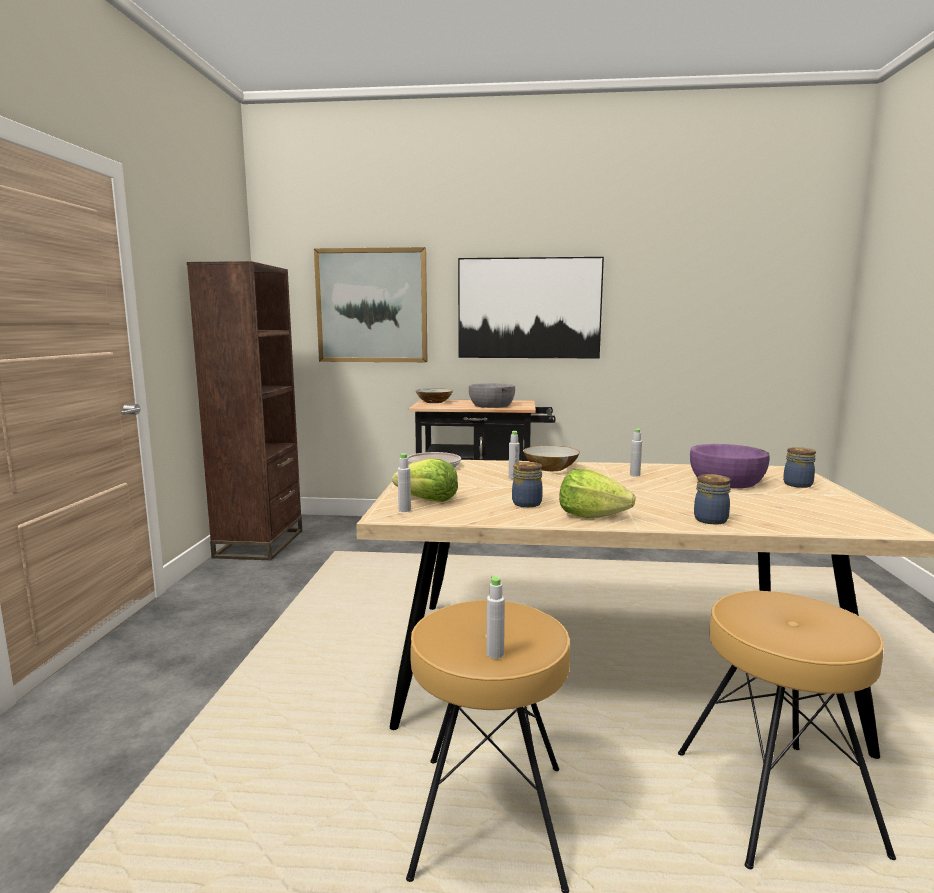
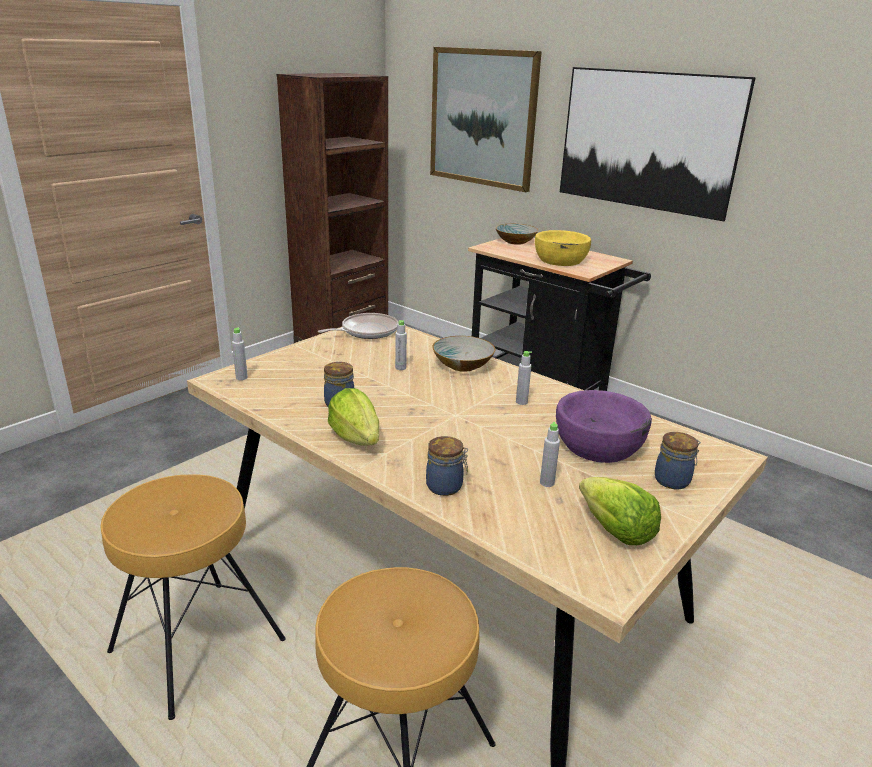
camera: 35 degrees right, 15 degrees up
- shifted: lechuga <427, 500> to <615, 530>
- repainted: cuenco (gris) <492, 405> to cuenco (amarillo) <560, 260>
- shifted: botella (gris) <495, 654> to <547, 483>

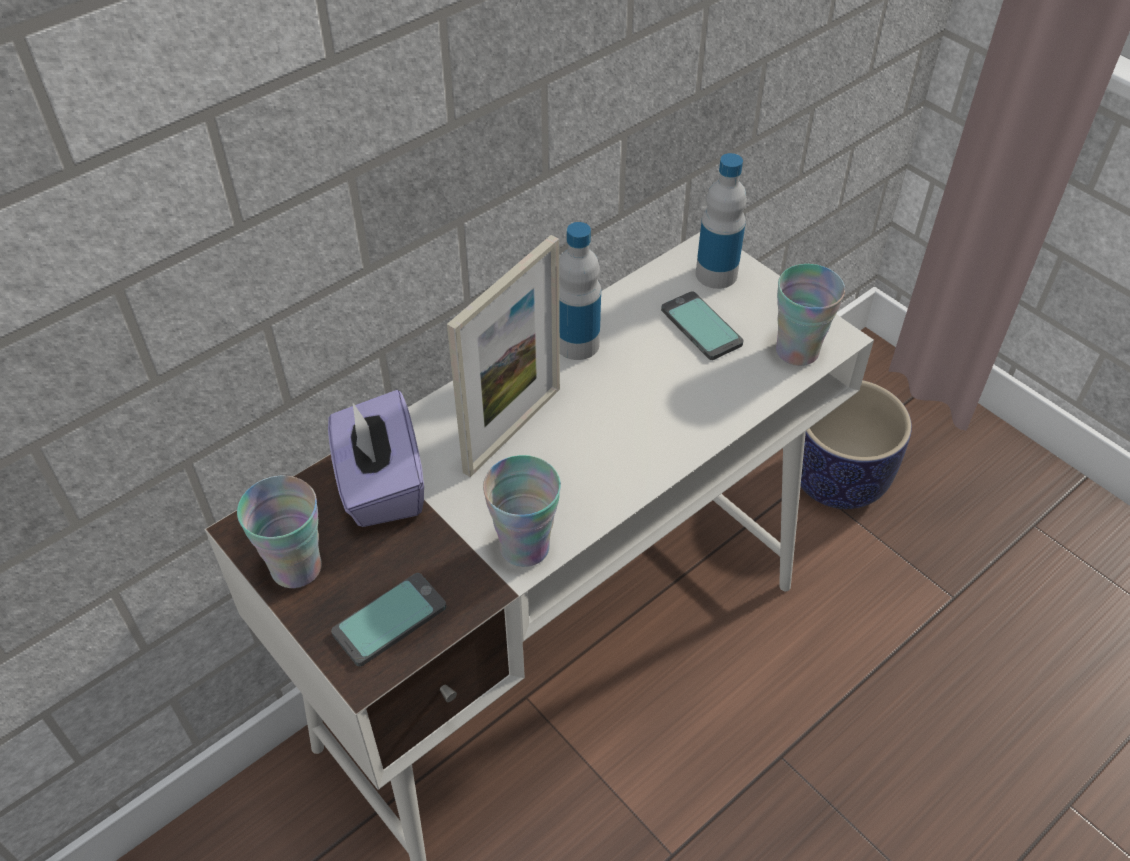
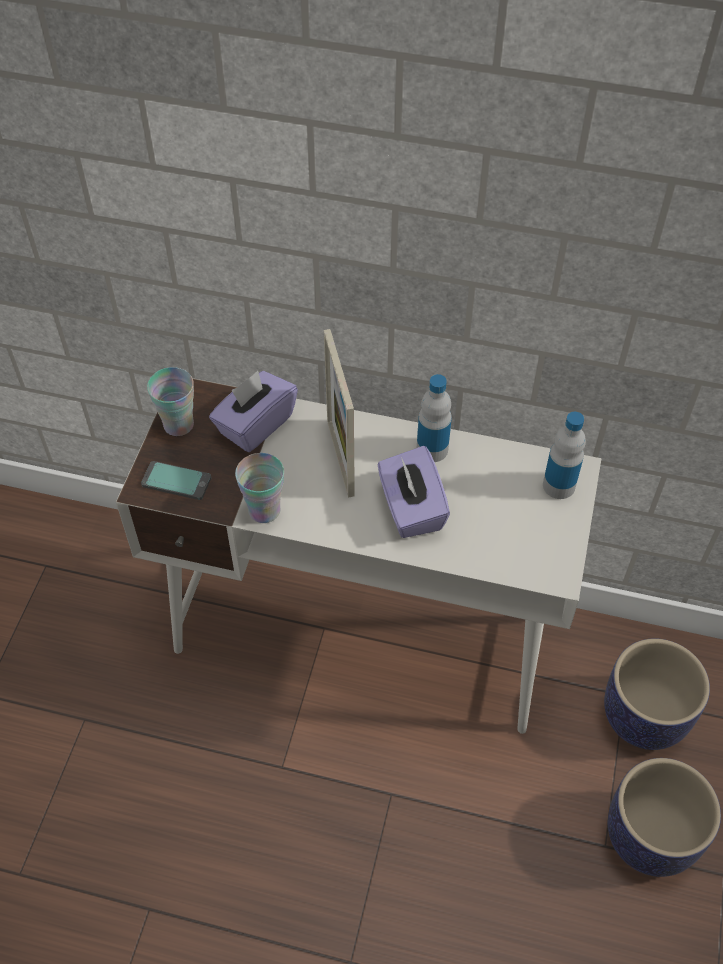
camera: 55 degrees right, 5 degrees up
- rotated: portarretratos <512, 429> = <340, 457> 75 degrees clockwise
- gone: móvil <701, 327>
- gone: taza <797, 351>
- new: caja de pañuelos (morado) <411, 509>
- new: maceta <651, 837>

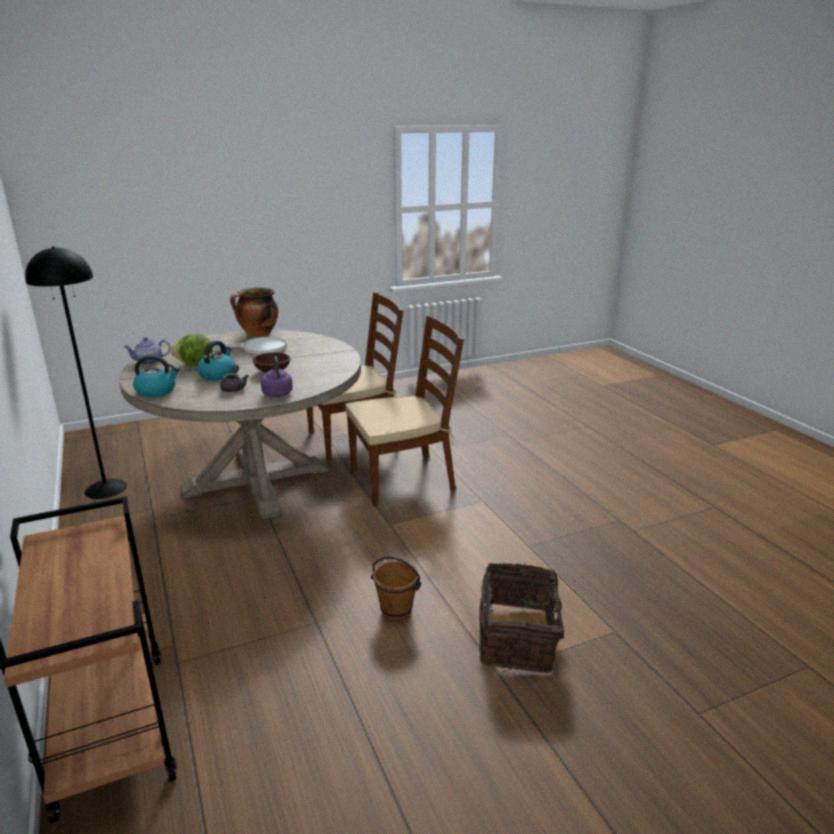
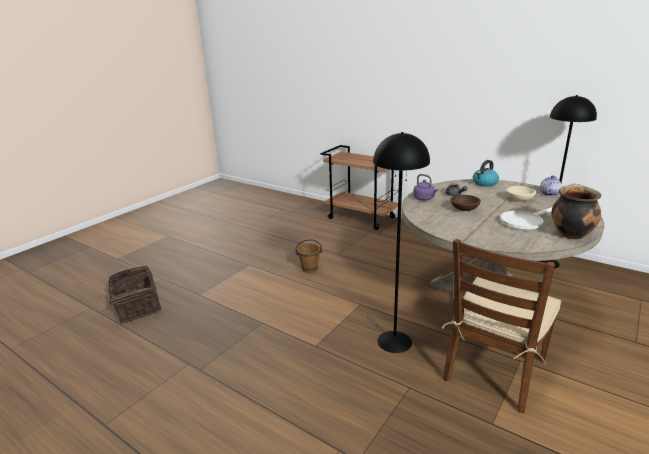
camera: 150 degrees right, 0 degrees up
- swapped: lechuga <195, 365> to cuenco (beis) <519, 199>
- gone: hervidor <218, 375>
- swapped: silla (marrón) <403, 479> to lámpara de pie (negro) <394, 341>
- shifted: cesta <518, 638> to <136, 307>

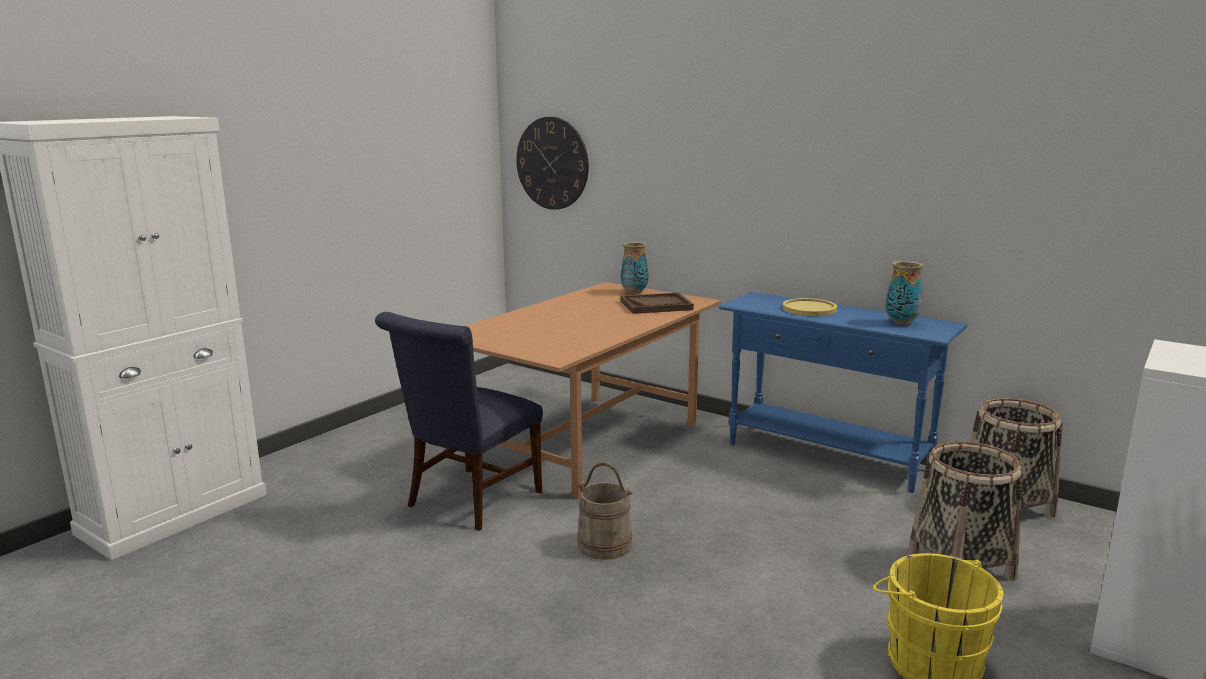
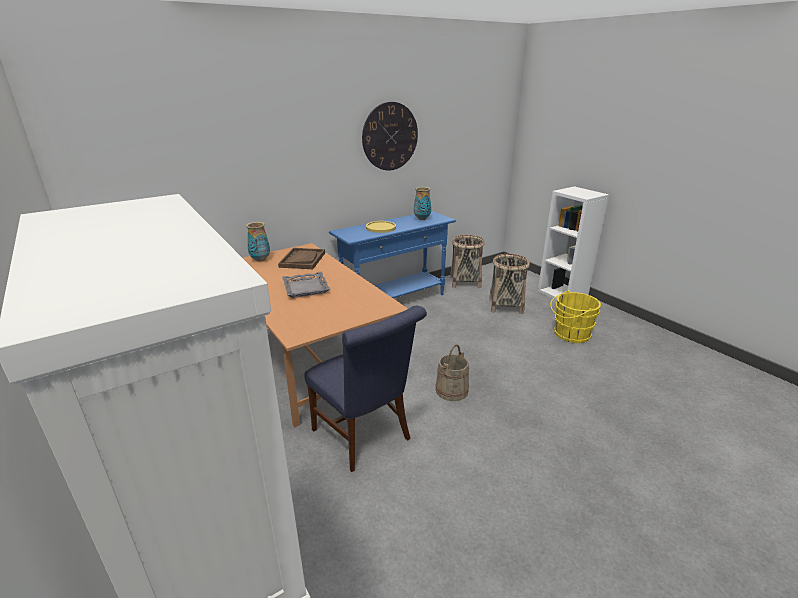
camera: 70 degrees left, 10 degrees up
- shifted: reloj de pared <552, 163> to <390, 136>
- new: bandeja (gris) <305, 288>

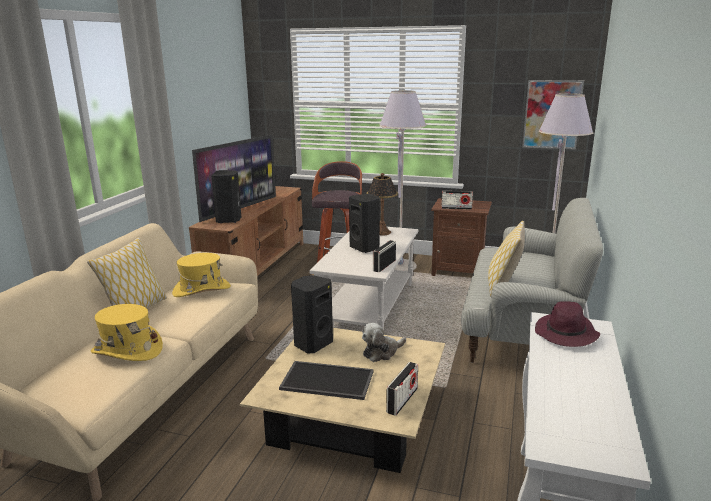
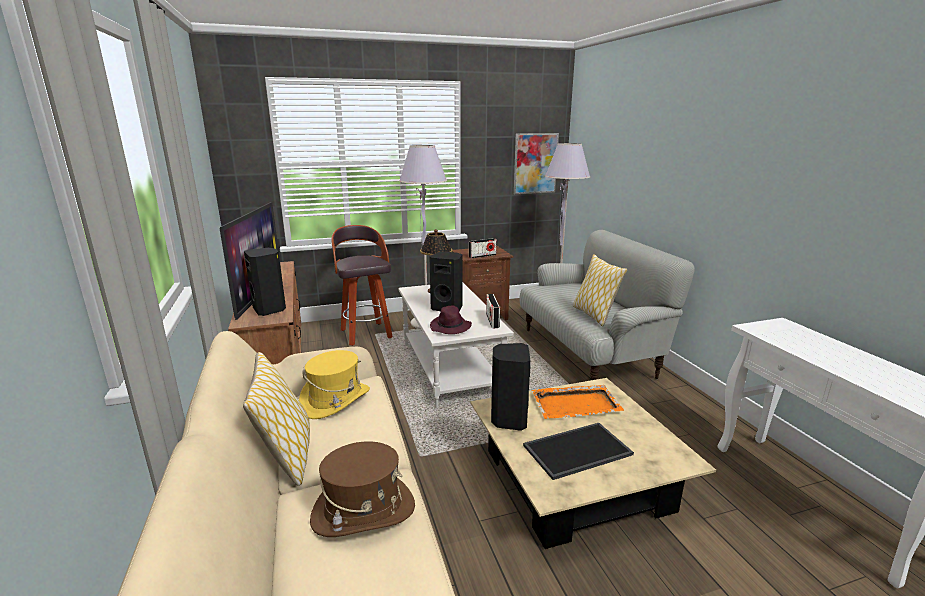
camera: 35 degrees left, 0 degrees up
- repainted: sombrero (amarillo) <127, 351> to sombrero (marrón) <363, 511>
- swapped: peluche <382, 352> to bandeja (naranja) <576, 404>
- gone: radio <402, 400>
- shifted: sombrero (morado) <566, 334> to <451, 327>

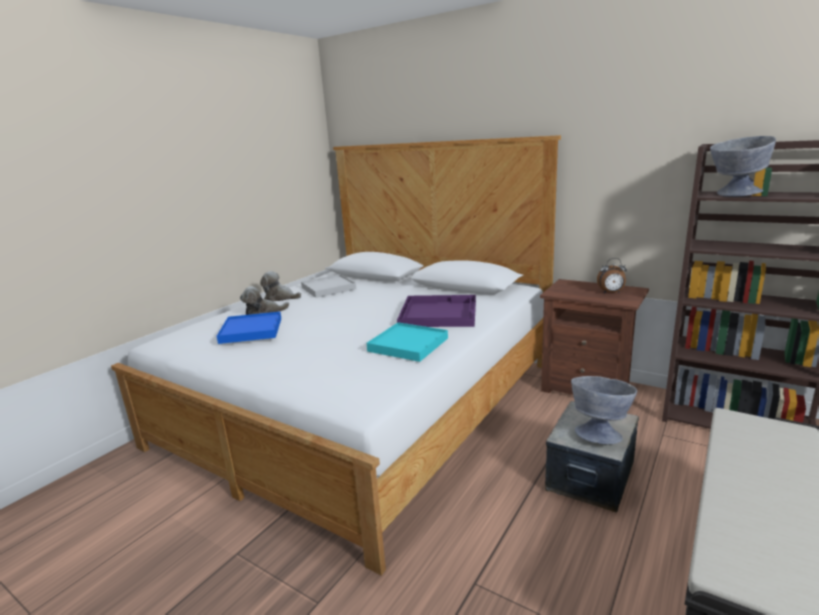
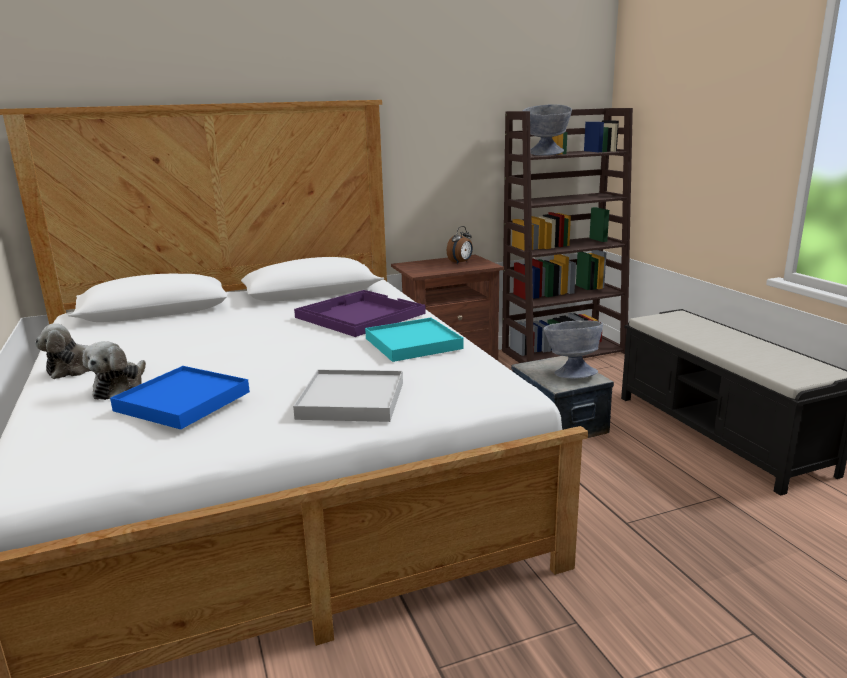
camera: 55 degrees left, 0 degrees up
- shifted: bandeja (blanco) <328, 288> to <351, 400>

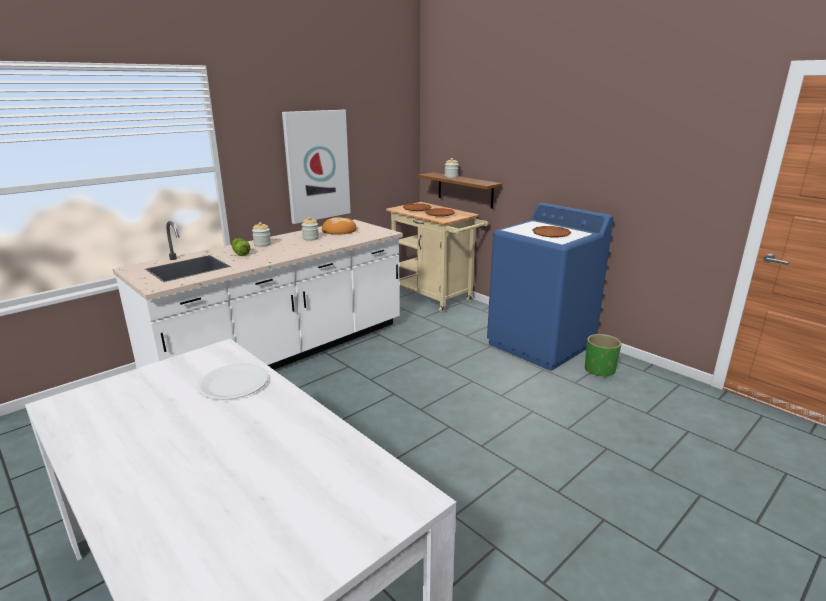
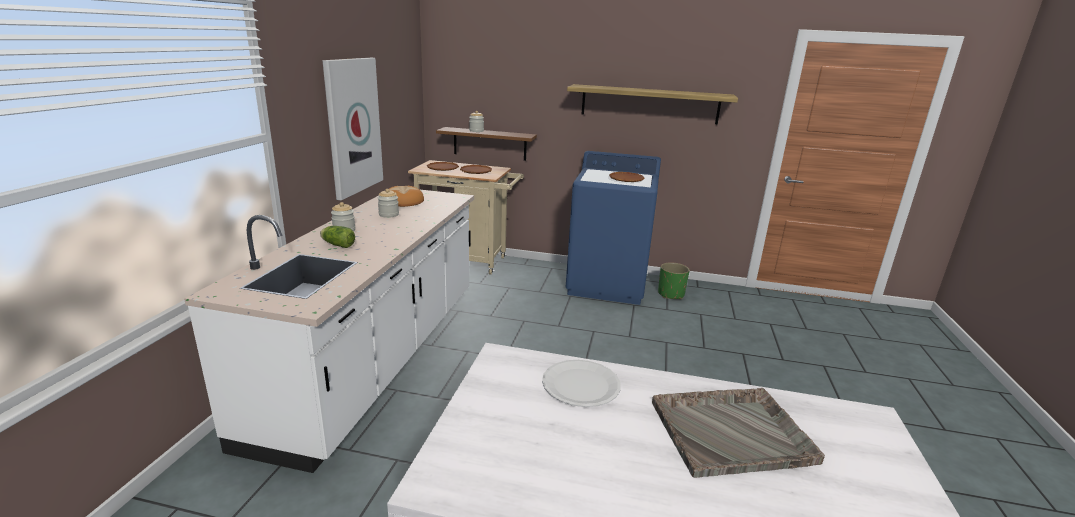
camera: 35 degrees left, 0 degrees up
- new: estante <649, 104>
- new: bandeja (gris) <732, 432>

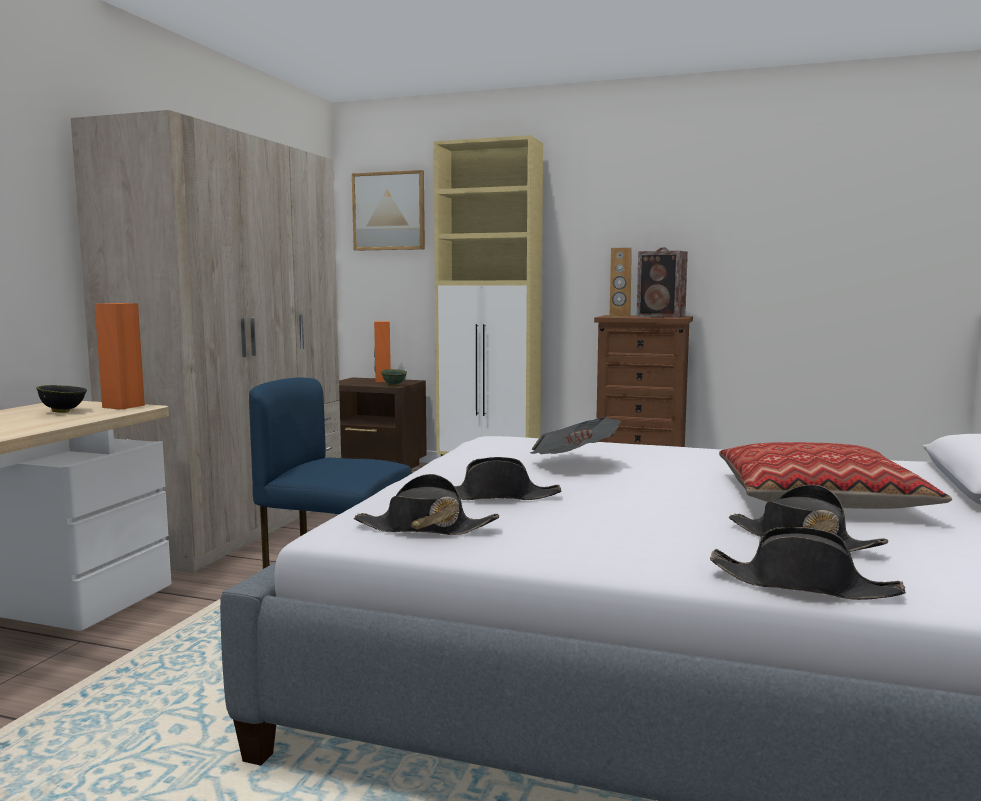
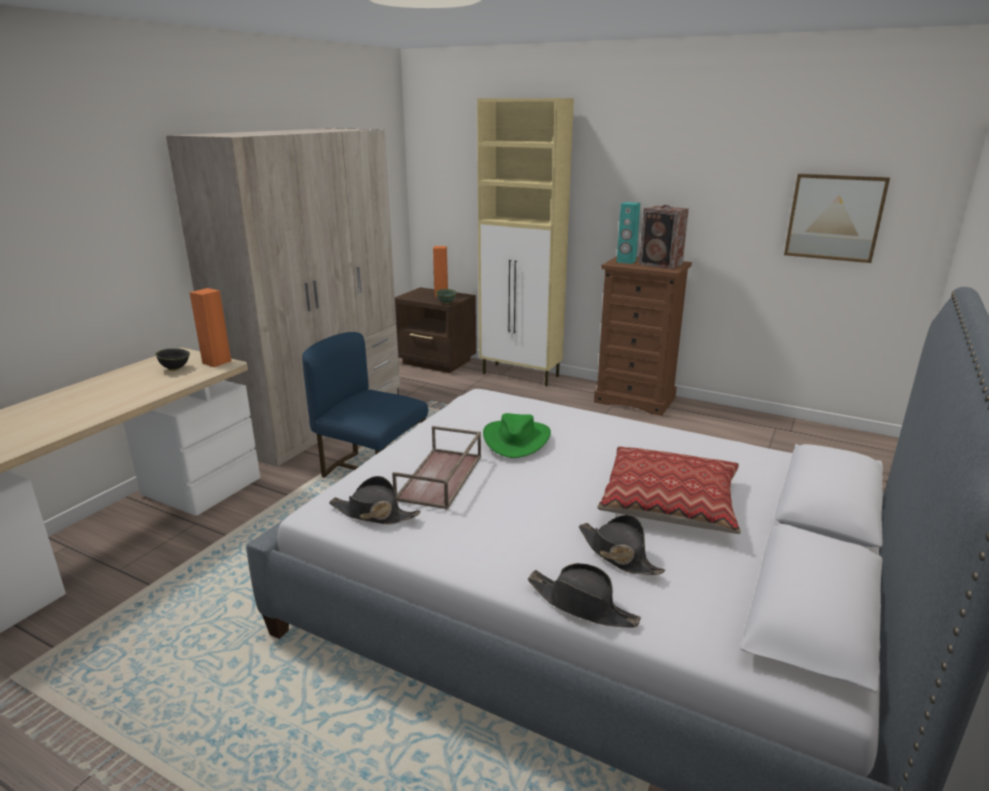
camera: 10 degrees right, 15 degrees up
- shifted: cuadro <389, 211> to <834, 217>
- swapped: sombrero (negro) <497, 496> to bandeja (marrón) <440, 478>
- swapped: periódico <574, 462> to sombrero (verde) <516, 439>
- repainted: altavoz (marrón) <620, 316> to altavoz (turquesa) <626, 261>

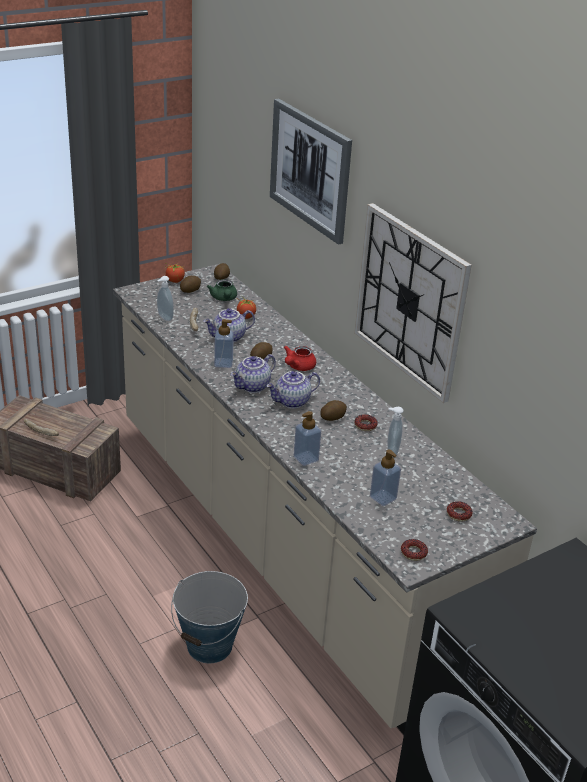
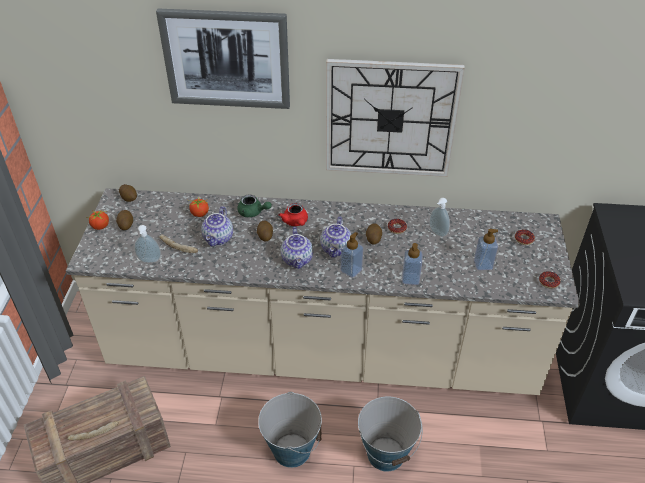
camera: 50 degrees left, 10 degrees up
- shifted: tetera (verde) <224, 299> to <253, 212>
- shifted: dispensador de jabón <223, 363> to <351, 270>
- new: cubo <292, 449>

